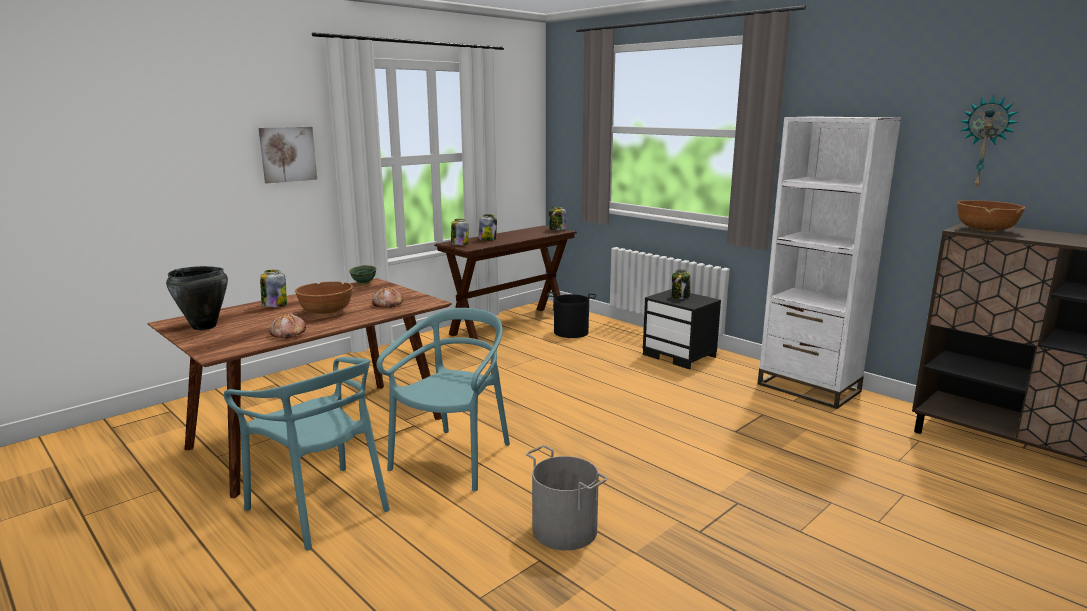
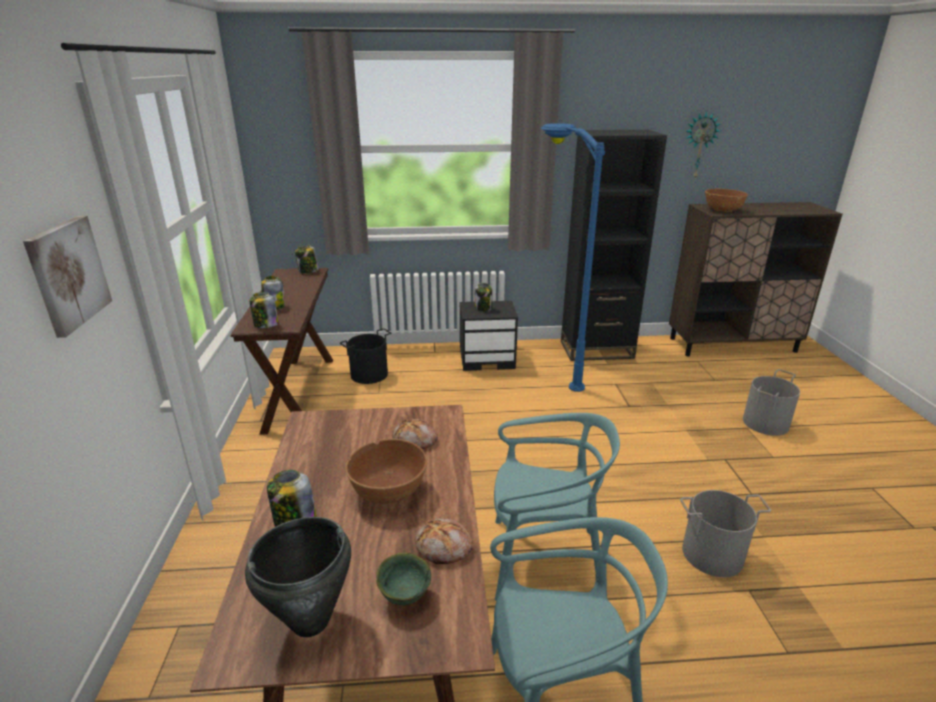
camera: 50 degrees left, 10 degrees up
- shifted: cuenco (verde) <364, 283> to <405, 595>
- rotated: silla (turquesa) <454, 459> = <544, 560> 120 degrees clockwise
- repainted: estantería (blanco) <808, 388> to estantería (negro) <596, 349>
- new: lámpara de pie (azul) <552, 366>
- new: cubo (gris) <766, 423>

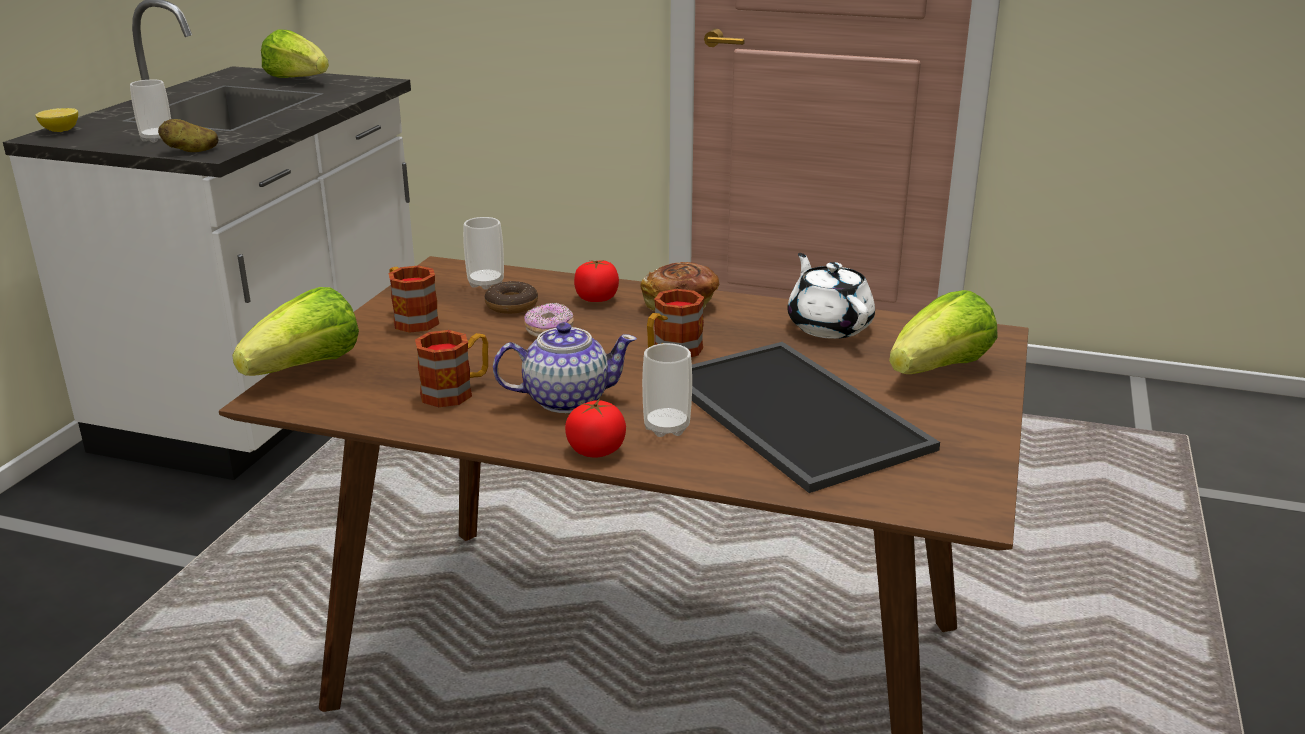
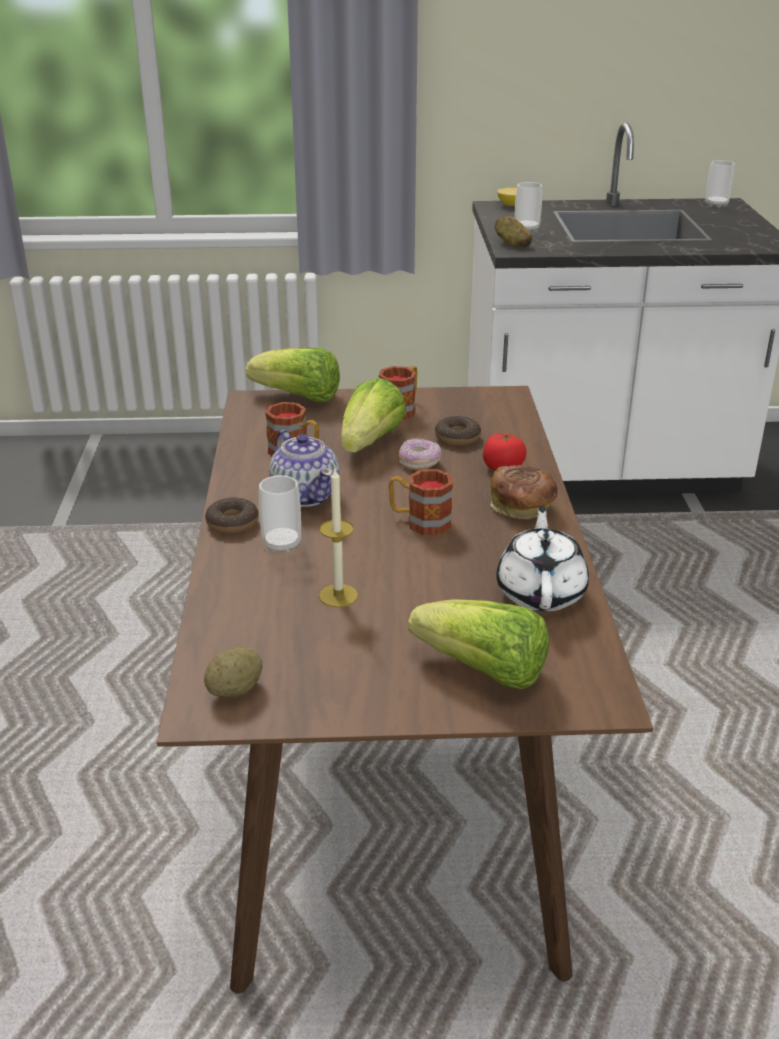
camera: 70 degrees right, 5 degrees up
- shifted: lechuga <297, 80> to <370, 443>
- shifted: taza <486, 283> to <716, 204>
- swapped: tomate <596, 450> to rosquilla <232, 523>
- swapped: bandeja <788, 412> to vela <338, 596>
- rotated: tetera (blanco) <828, 326> = <541, 591> 45 degrees counterclockwise
- new: patata <235, 690>

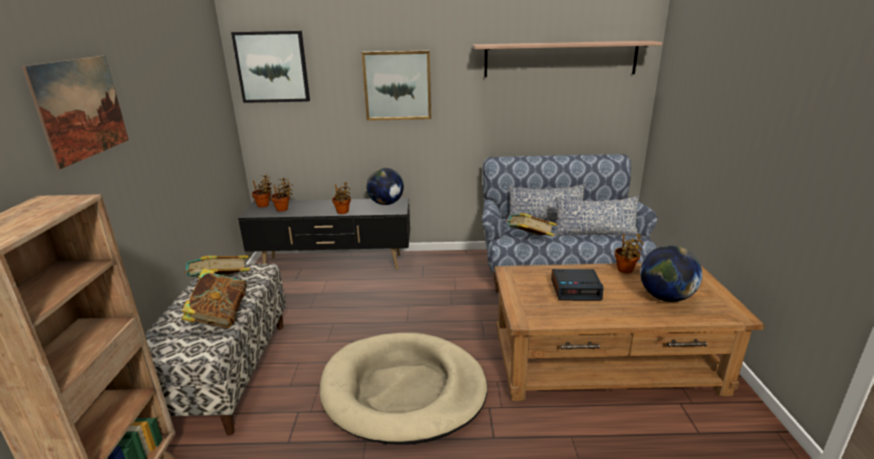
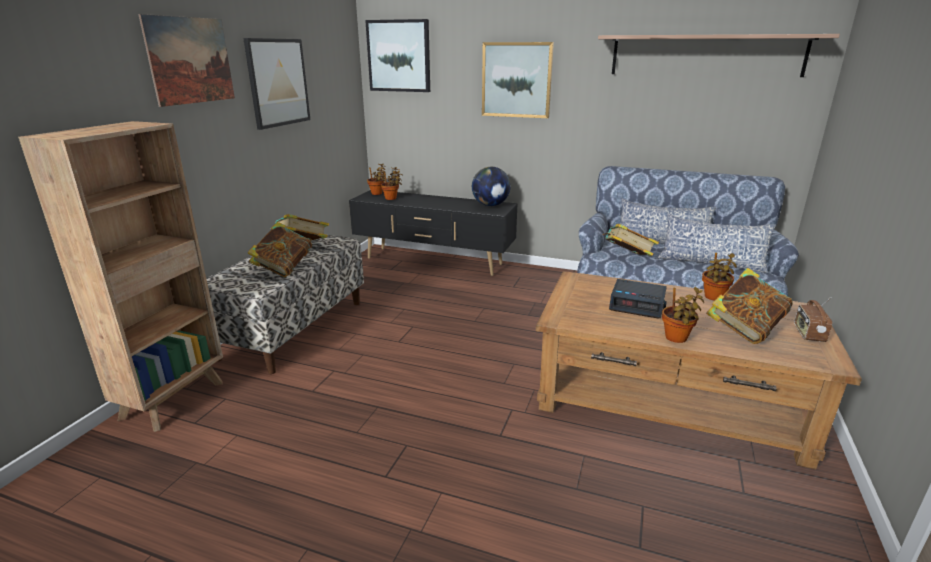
camera: 20 degrees right, 0 degrees up
- gone: cama para perro (beis) <403, 390>
- shifted: planta en maceta <343, 212> to <677, 339>
- swapped: globo terráqueo <665, 297> to libro <744, 329>
- new: cuadro <278, 82>
- new: radio <808, 334>

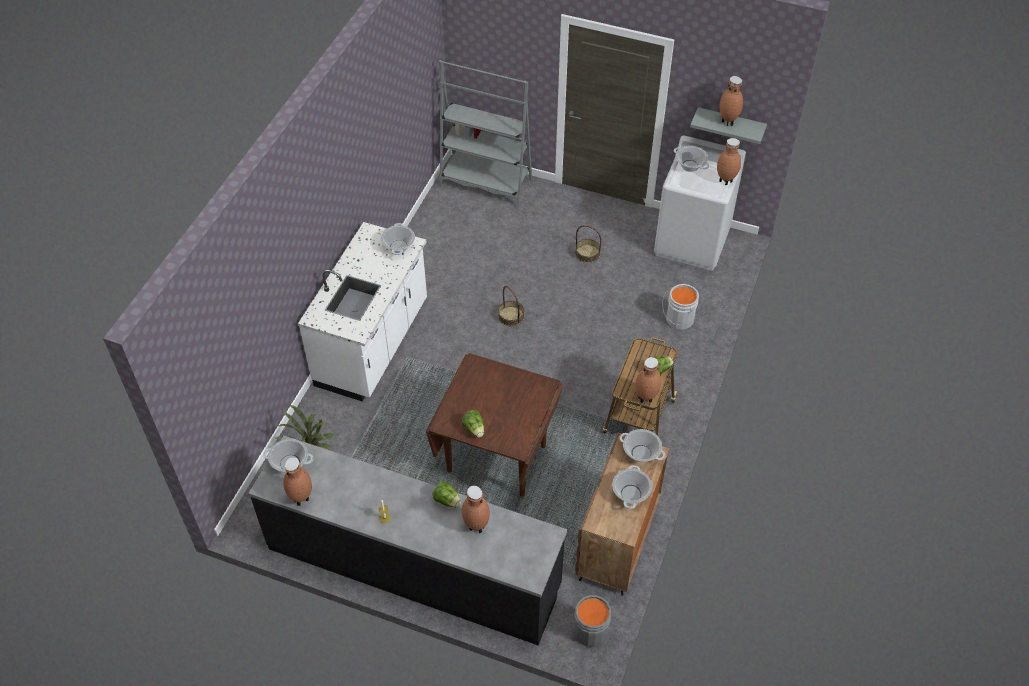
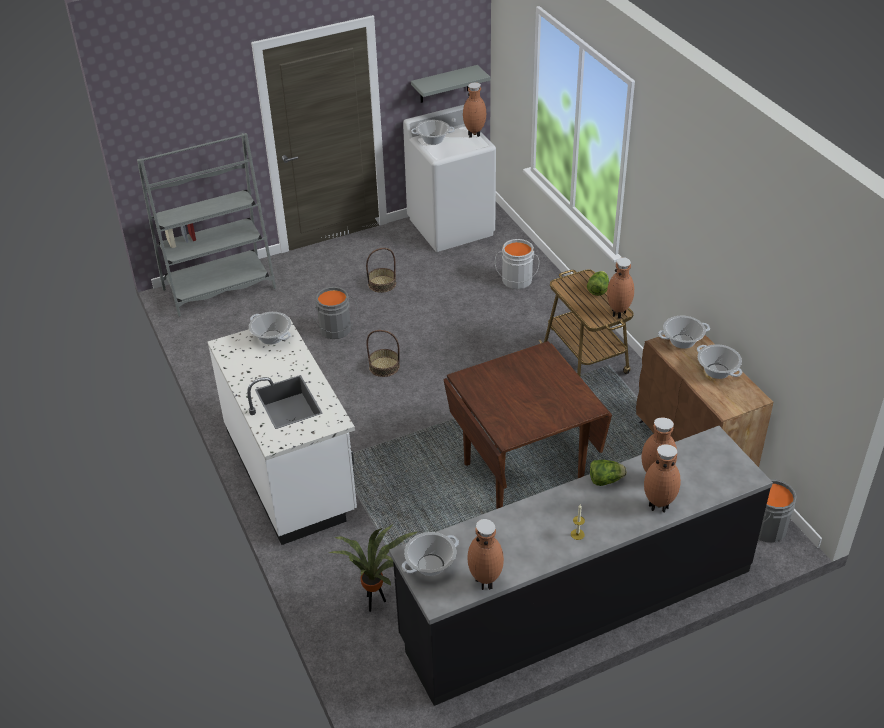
camera: 45 degrees left, 10 degrees down
- gone: lechuga <474, 429>
- shifted: florero (marrón) <728, 122> to <658, 505>
- new: cubo (gris) <336, 330>

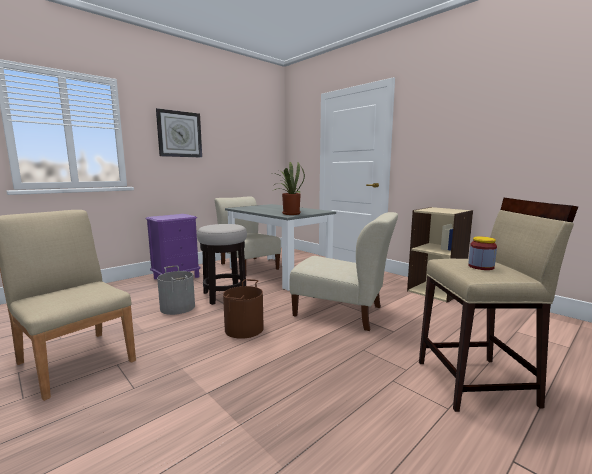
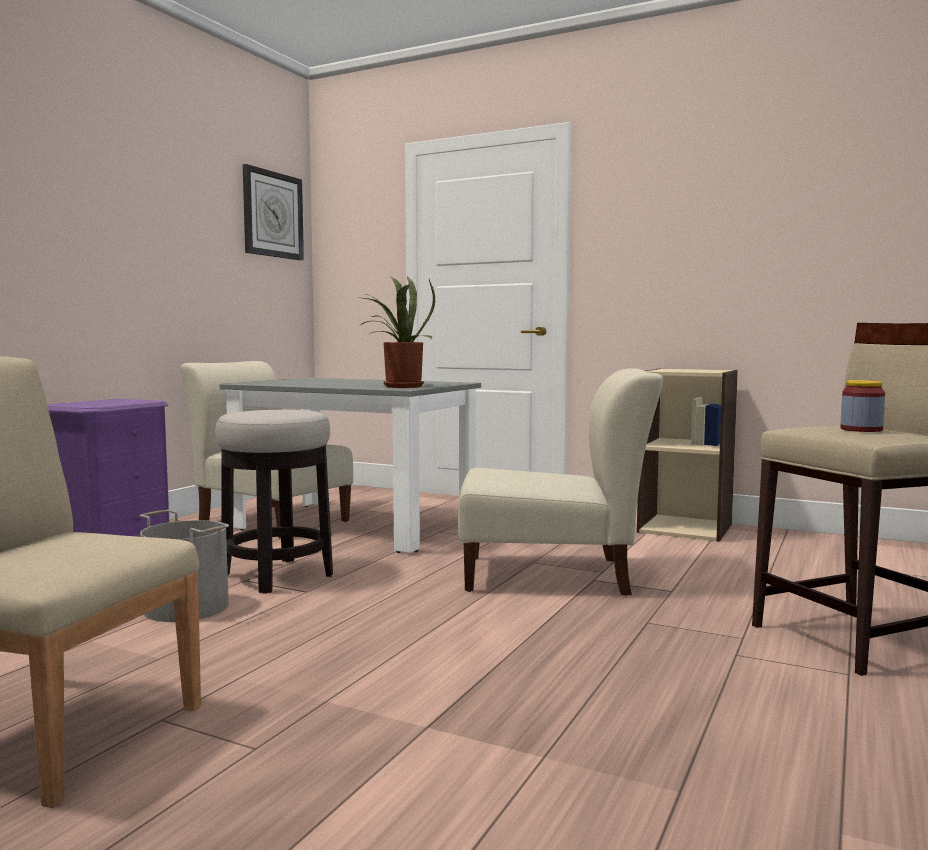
camera: 20 degrees left, 5 degrees down
- shifted: reloj de pared <179, 134> to <272, 214>
- gone: cubo (marrón) <244, 329>

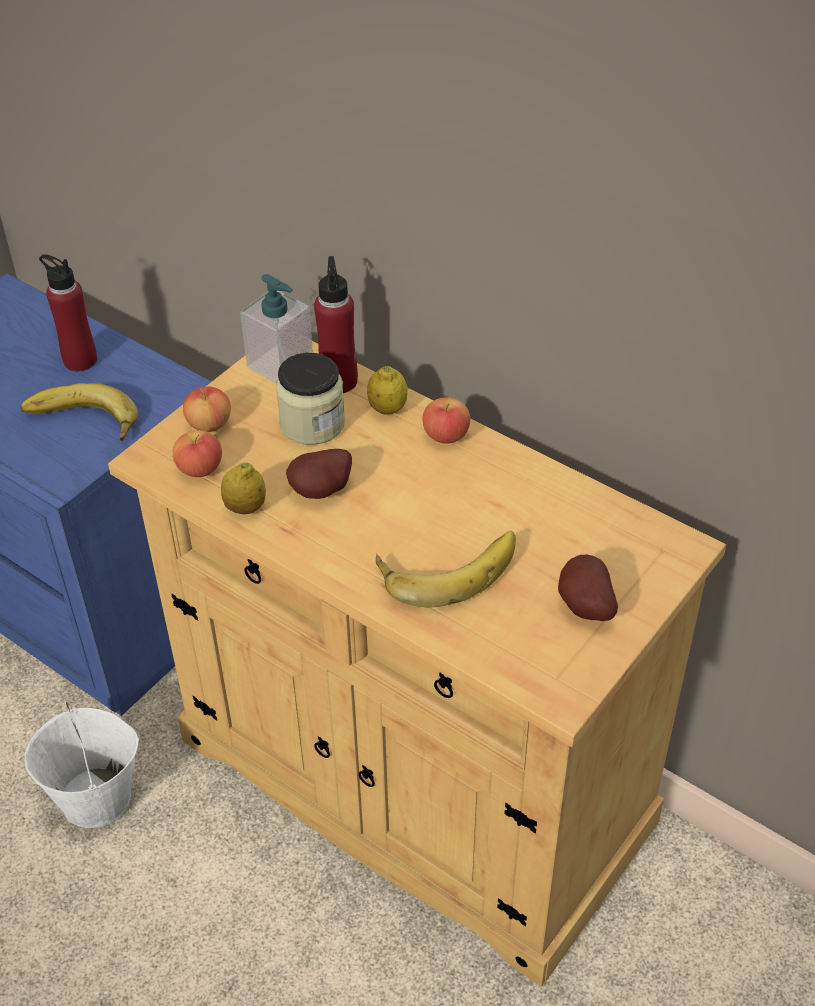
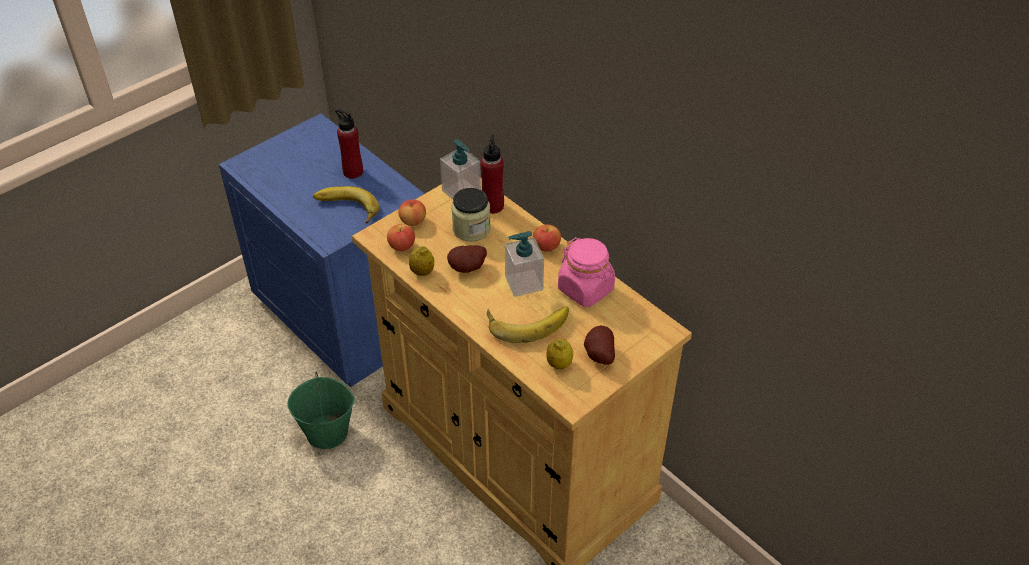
camera: 10 degrees right, 0 degrees up
- repainted: cubo (blanco) <97, 797> to cubo (verde) <328, 432>
- shifted: limón <387, 408> to <559, 364>
- new: dispensador de jabón <523, 283>
- new: tarro (rosa) <586, 289>

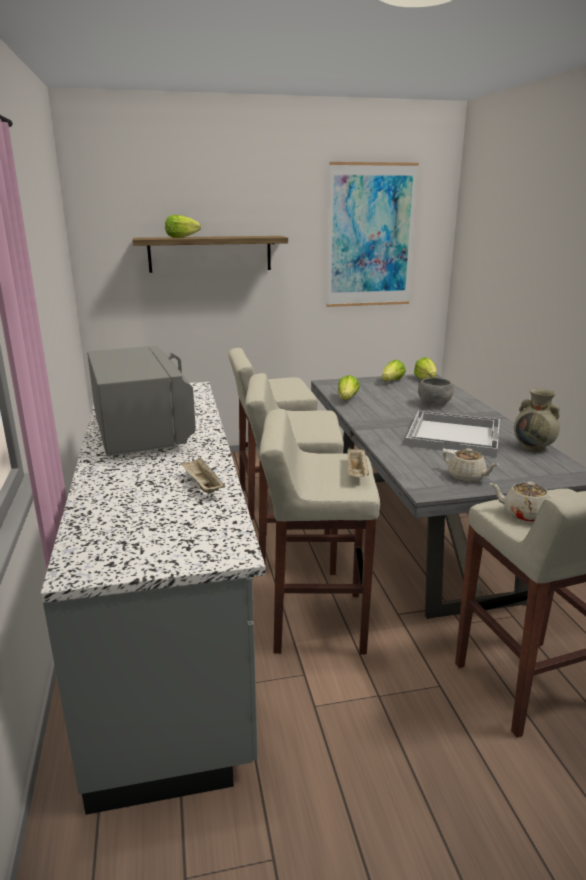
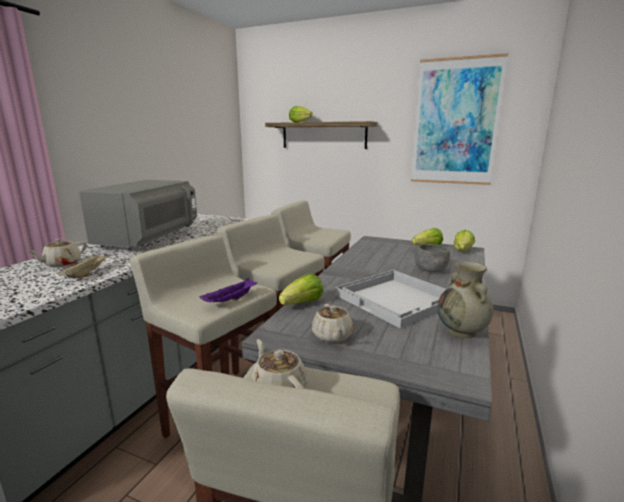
camera: 35 degrees right, 5 degrees down
- shifted: lechuga <347, 399> to <302, 303>
- repainted: bandeja (beis) <357, 473> to bandeja (morado) <230, 301>
- new: tetera (beis) <62, 264>

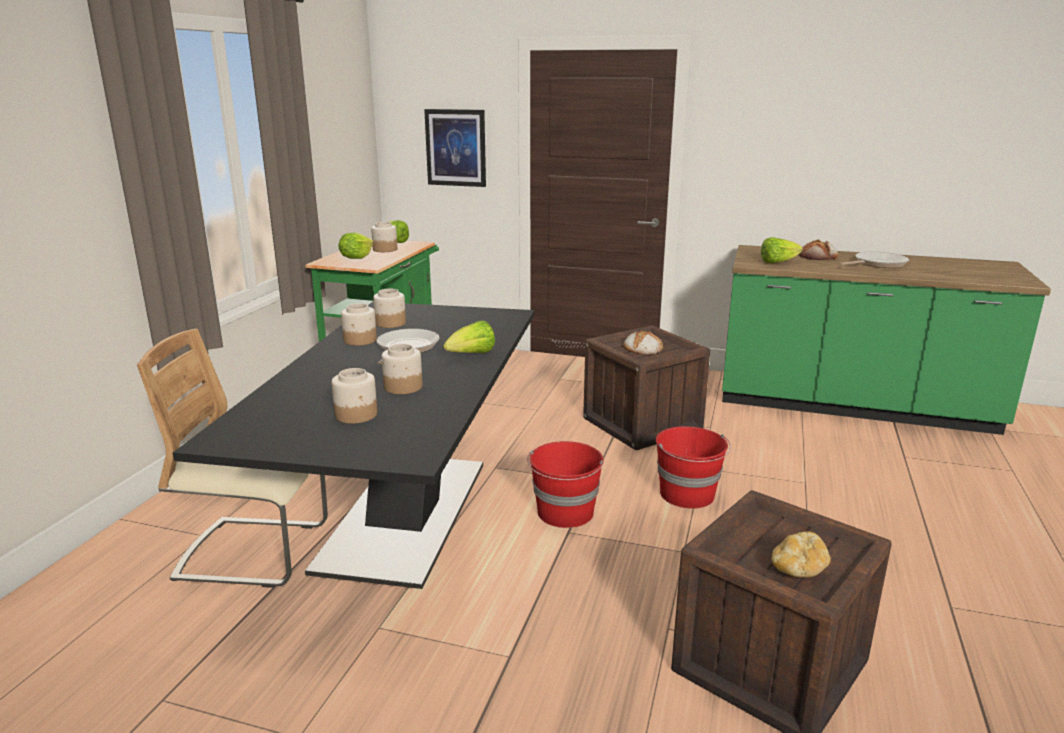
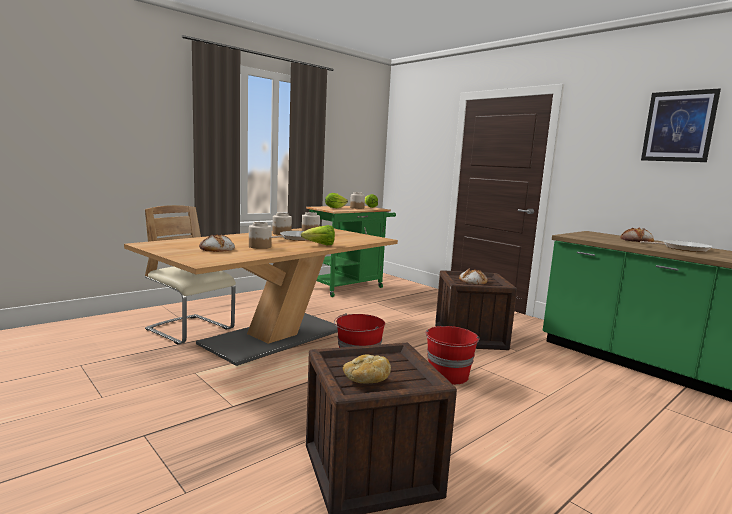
camera: 30 degrees right, 10 degrees down
- repainted: mesa de comedor (negro) <405, 515> to mesa de comedor (beis) <274, 337>
- swapped: tarro <356, 415> to pan <216, 249>
- shifted: cuadro <456, 148> to <679, 126>
- gone: lechuga <778, 262>

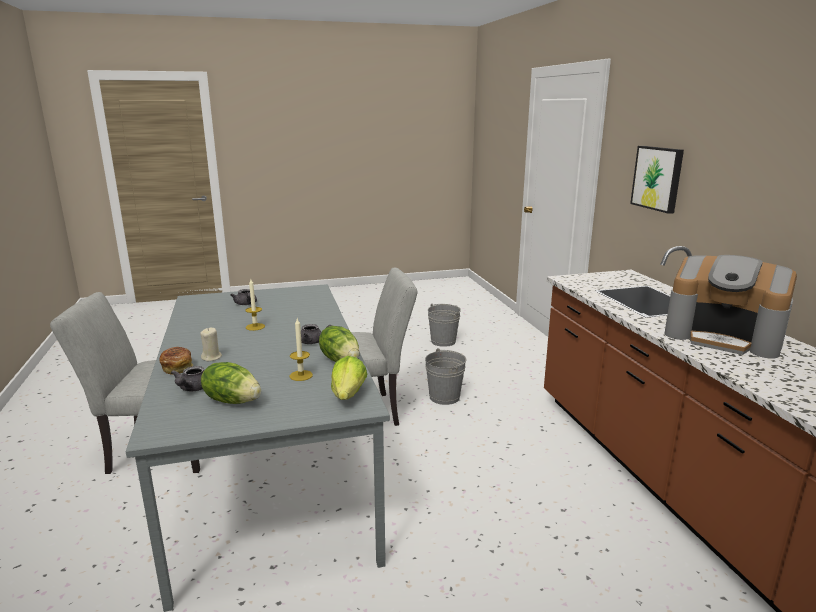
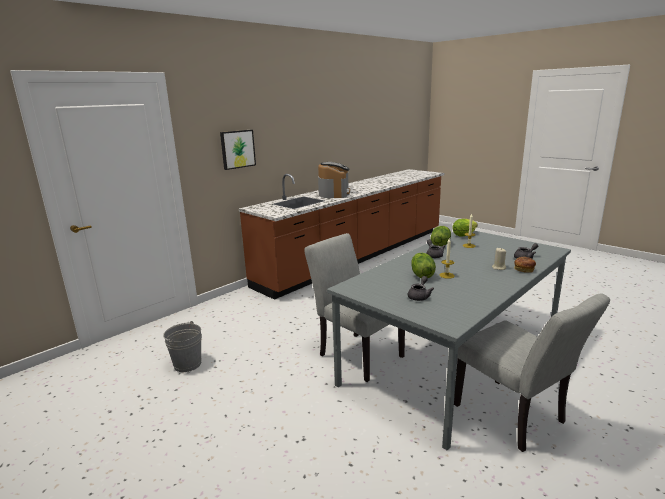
camera: 120 degrees left, 0 degrees up
- shifted: lechuga <233, 400> to <421, 275>
- gone: cubo (gris) <444, 397>

